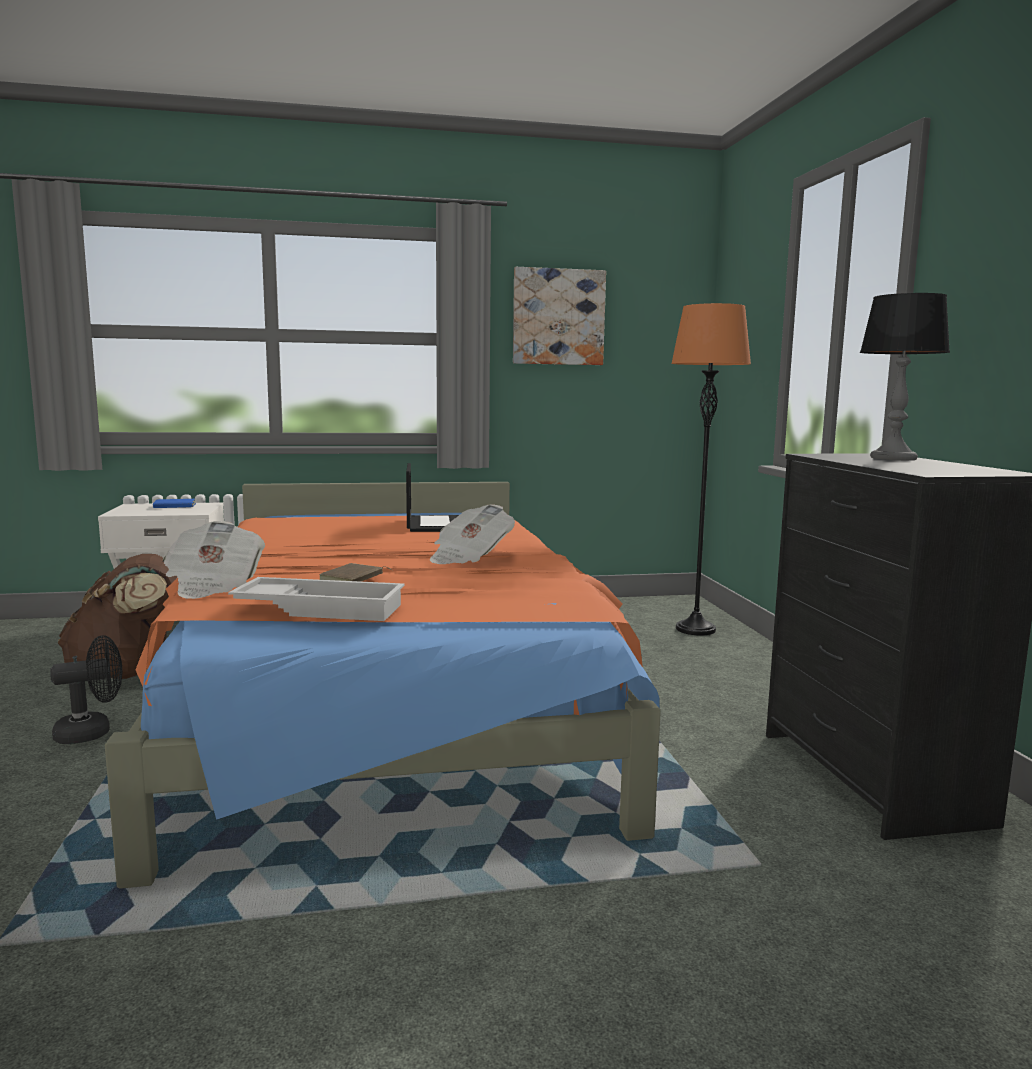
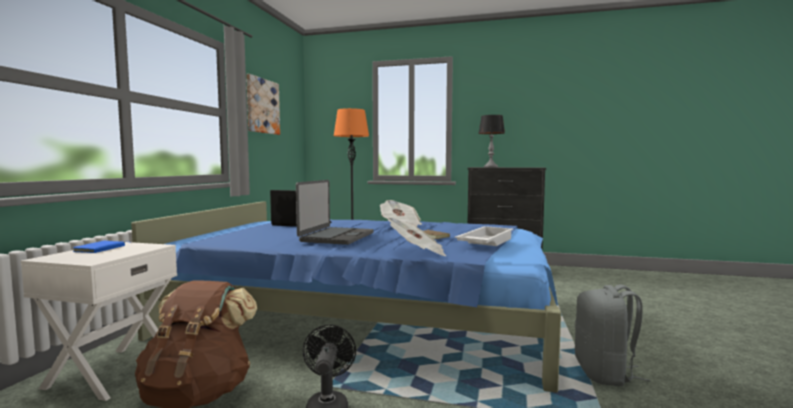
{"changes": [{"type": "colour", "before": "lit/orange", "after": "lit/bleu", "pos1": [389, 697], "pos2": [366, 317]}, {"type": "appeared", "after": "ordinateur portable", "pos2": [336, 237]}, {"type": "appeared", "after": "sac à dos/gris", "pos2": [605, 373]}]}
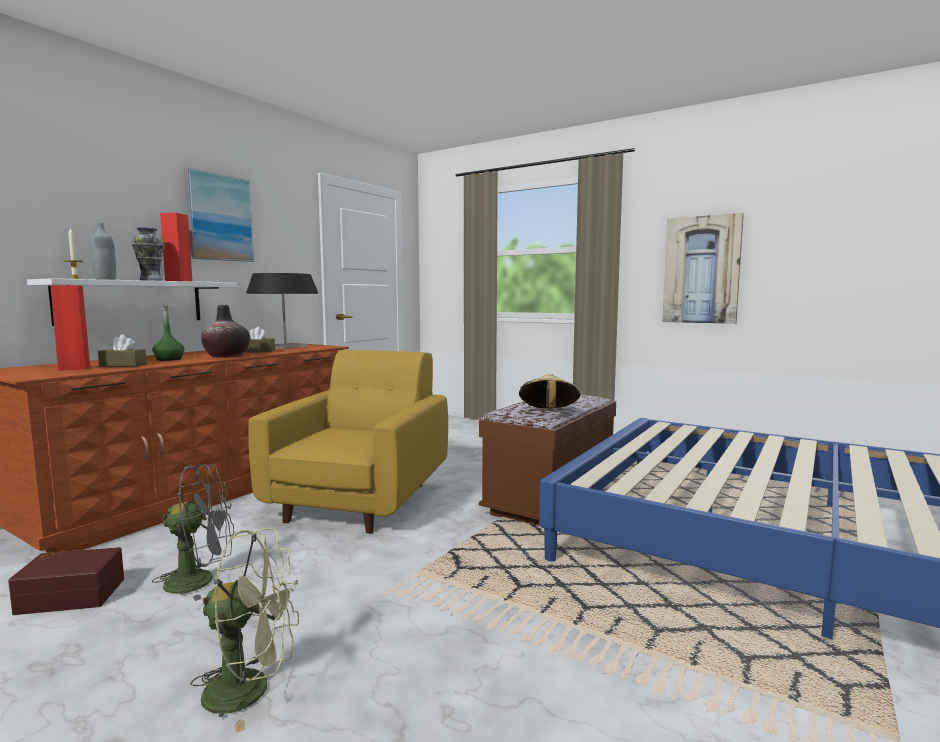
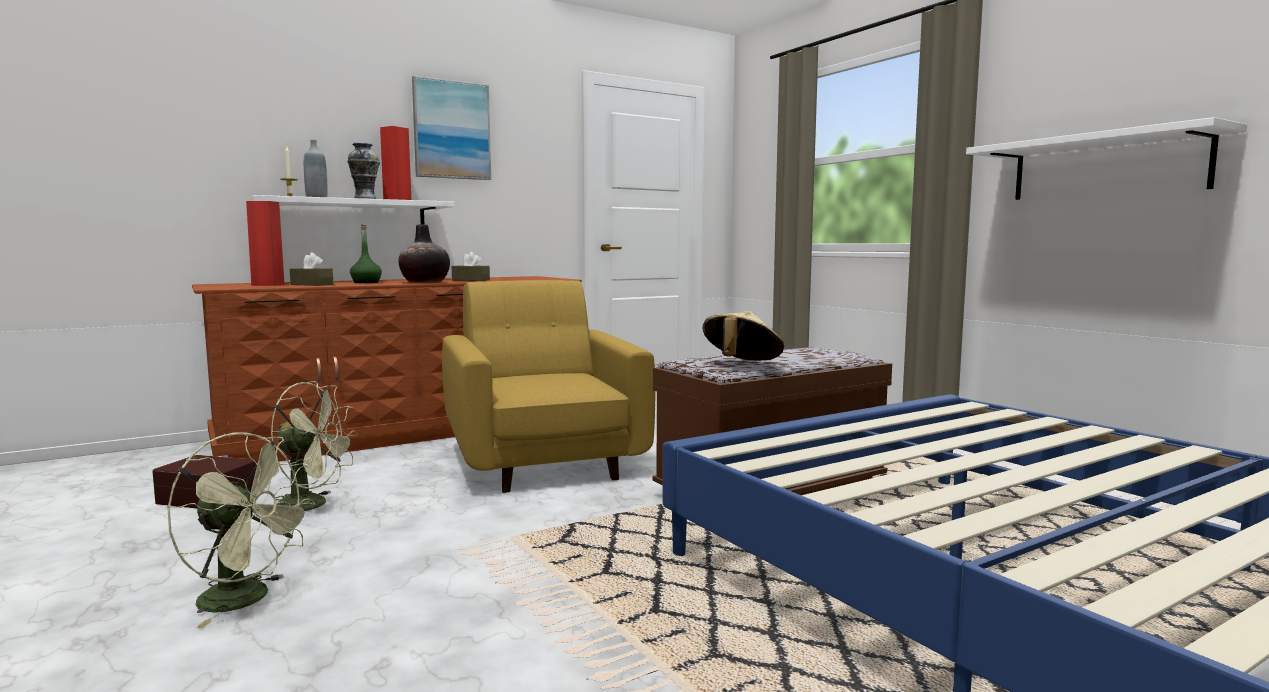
{"changes": [{"type": "exchanged", "before": "tableau", "after": "étagère/blanc", "pos1": [701, 270], "pos2": [1106, 167]}, {"type": "missing", "before": "lampe de table", "pos1": [285, 346]}, {"type": "spun", "before": "fauteuil/jaune", "pos1": [361, 500], "pos2": [542, 460], "turn": -60}, {"type": "colour", "before": "ventilateur/gris", "after": "ventilateur/vert", "pos1": [201, 580], "pos2": [312, 505]}]}
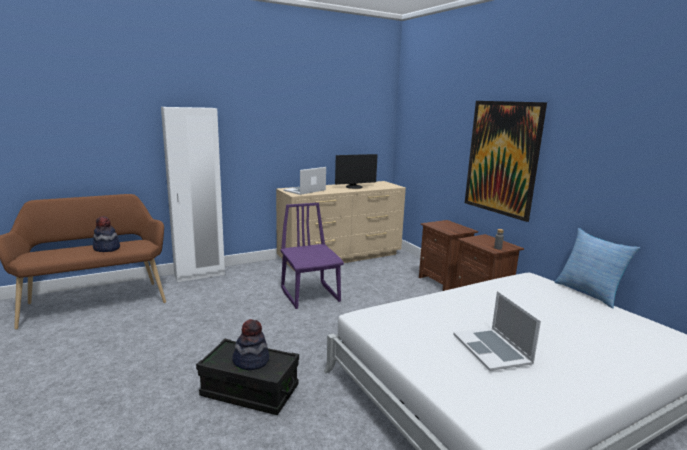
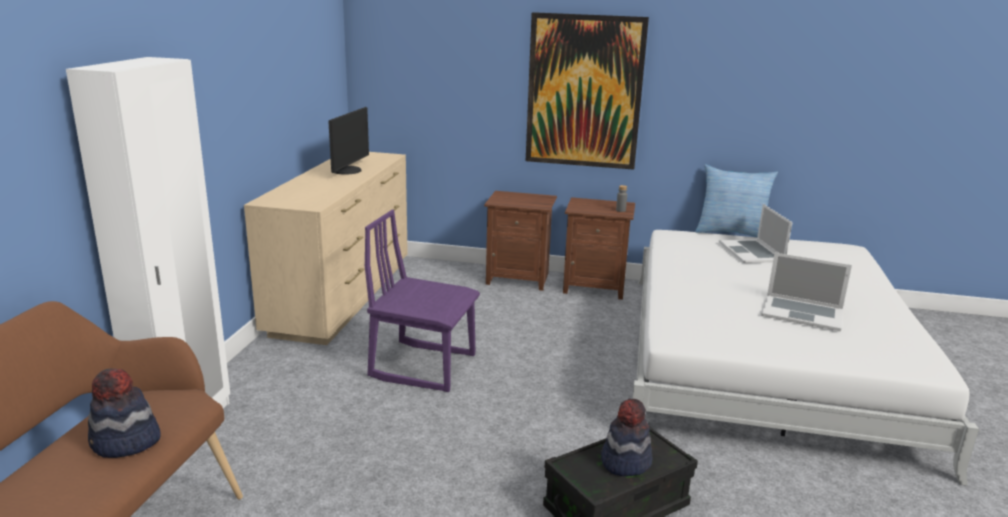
{"changes": [{"type": "relocated", "before": "ordinateur portable", "pos1": [305, 190], "pos2": [751, 251]}]}
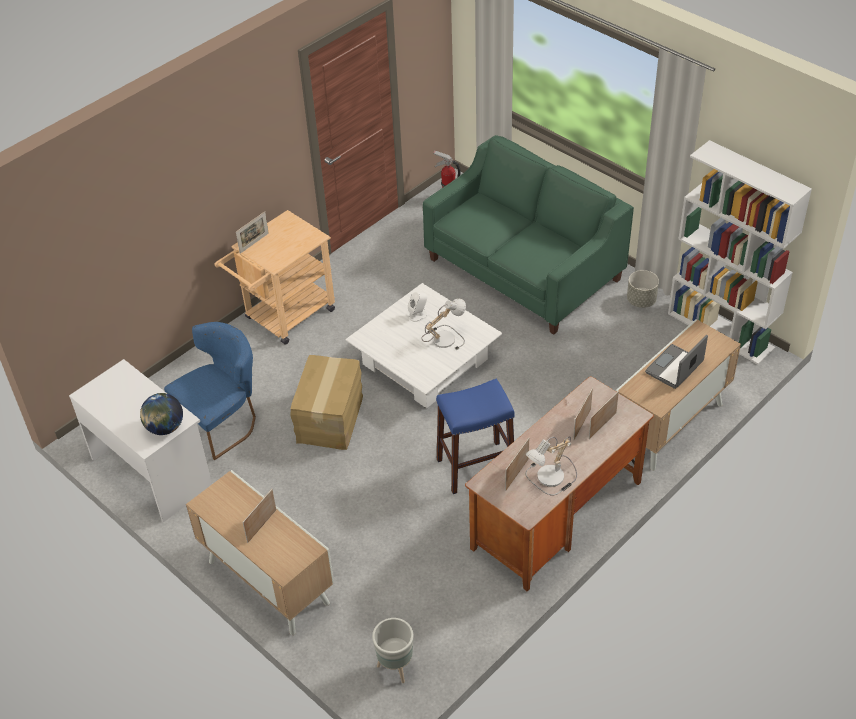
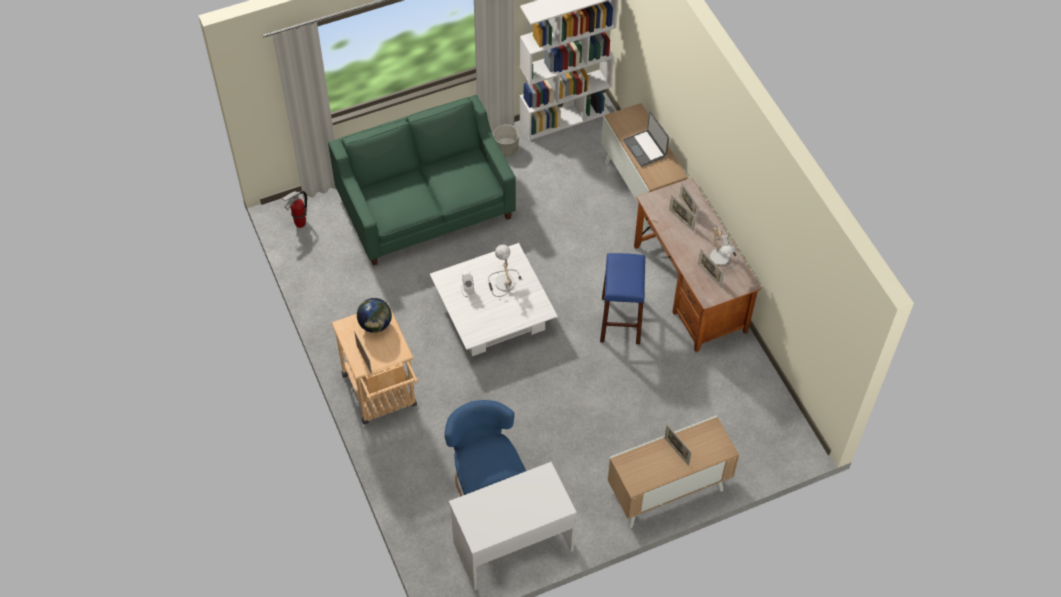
{"changes": [{"type": "missing", "before": "carton", "pos1": [331, 419]}, {"type": "relocated", "before": "globe", "pos1": [165, 428], "pos2": [375, 325]}, {"type": "missing", "before": "cache-pot/gris", "pos1": [395, 668]}]}
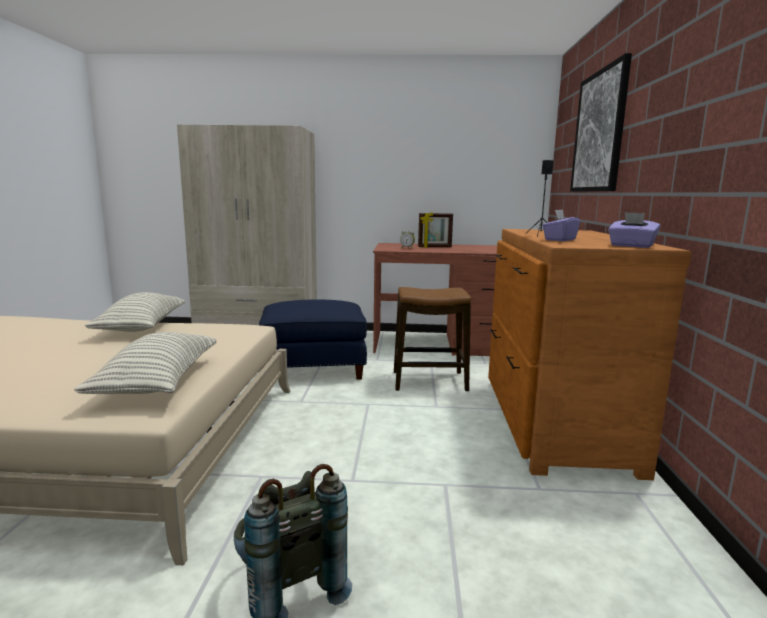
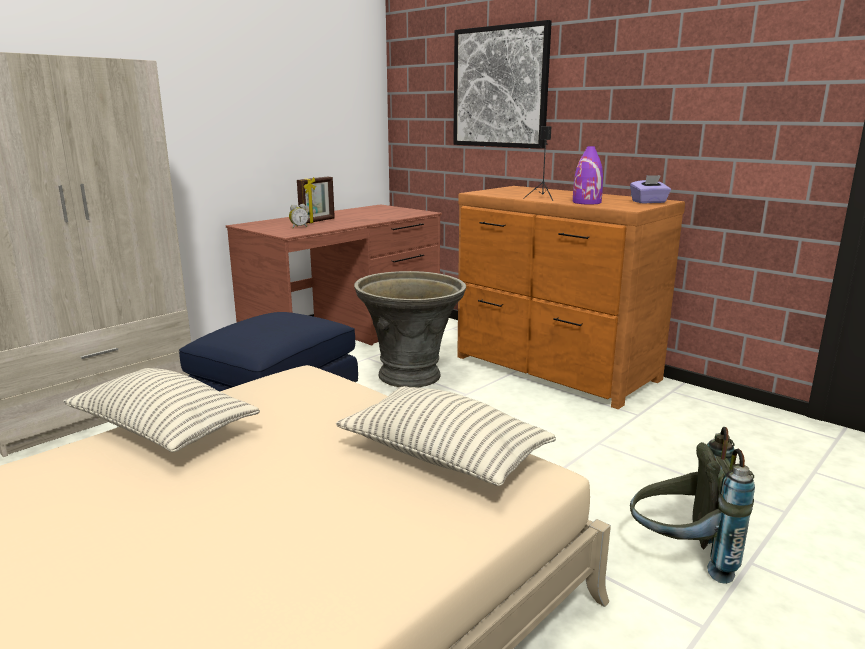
{"changes": [{"type": "exchanged", "before": "boîte à mouchoirs/violet", "after": "vase/violet", "pos1": [559, 240], "pos2": [587, 202]}, {"type": "exchanged", "before": "tabouret", "after": "cache-pot/gris", "pos1": [429, 381], "pos2": [411, 376]}]}
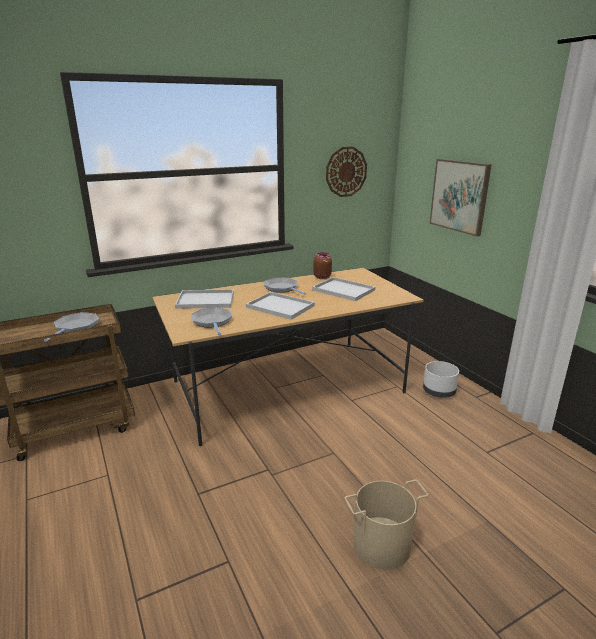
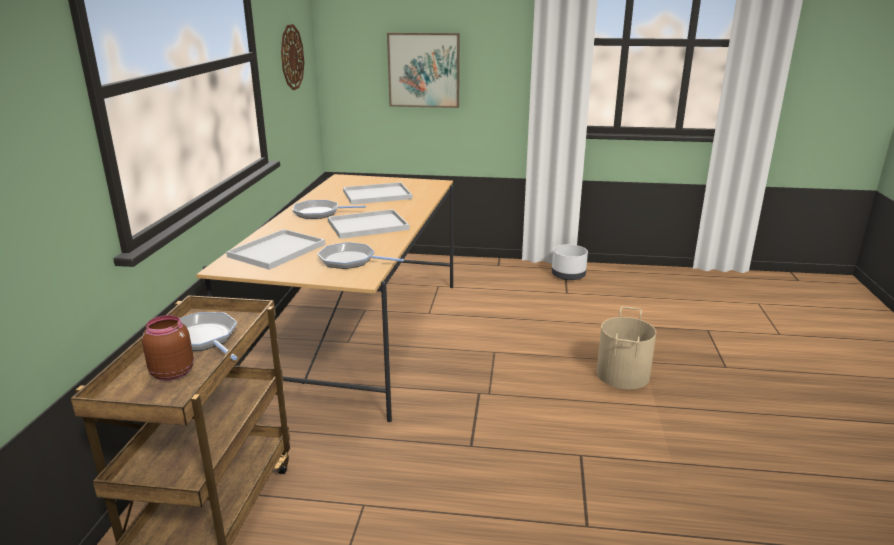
{"changes": [{"type": "relocated", "before": "bocal/marron", "pos1": [322, 277], "pos2": [172, 373]}, {"type": "relocated", "before": "cache-pot/blanc", "pos1": [439, 391], "pos2": [568, 276]}]}
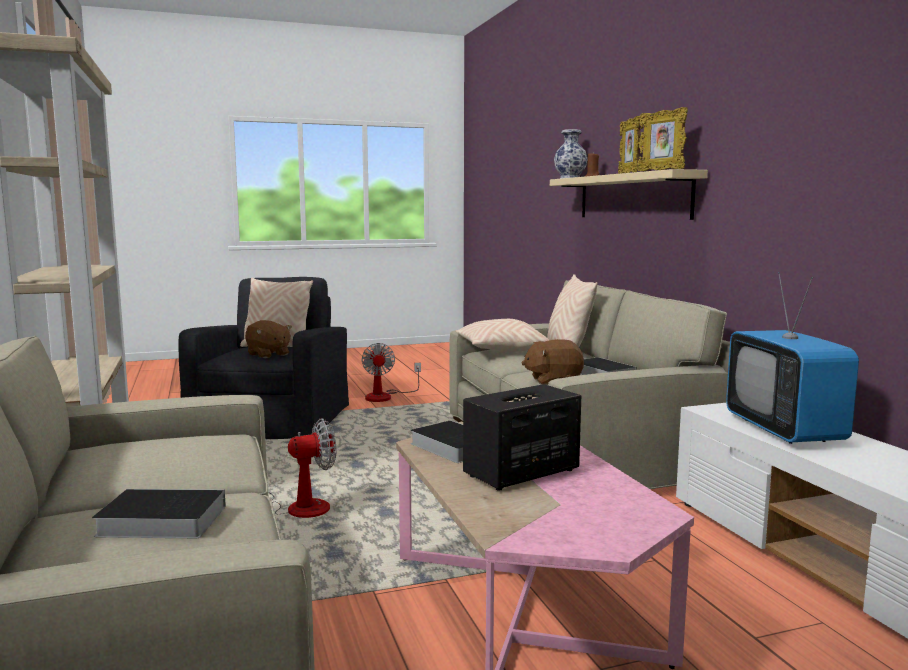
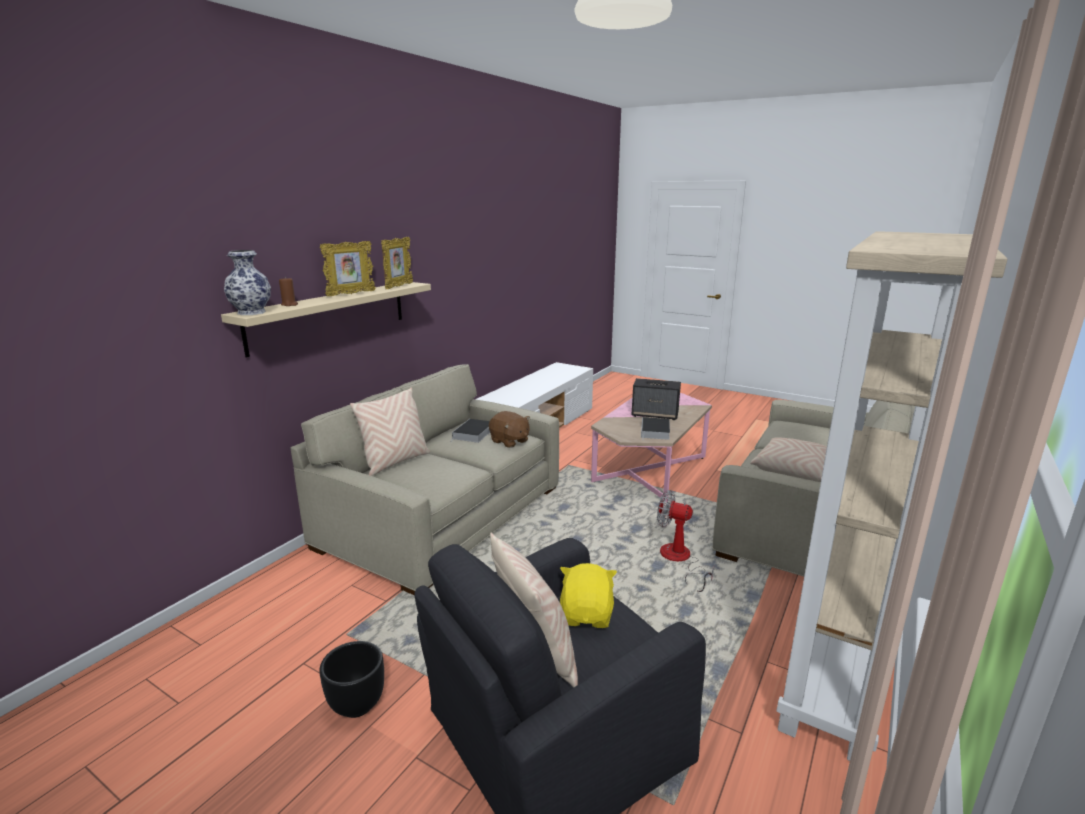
{"changes": [{"type": "missing", "before": "téléviseur", "pos1": [784, 430]}, {"type": "relocated", "before": "coussin/beige", "pos1": [500, 351], "pos2": [796, 472]}, {"type": "colour", "before": "peluche/marron", "after": "peluche/jaune", "pos1": [268, 354], "pos2": [587, 615]}, {"type": "exchanged", "before": "ventilateur", "after": "cache-pot/noir", "pos1": [385, 396], "pos2": [356, 705]}, {"type": "missing", "before": "livre", "pos1": [158, 521]}]}
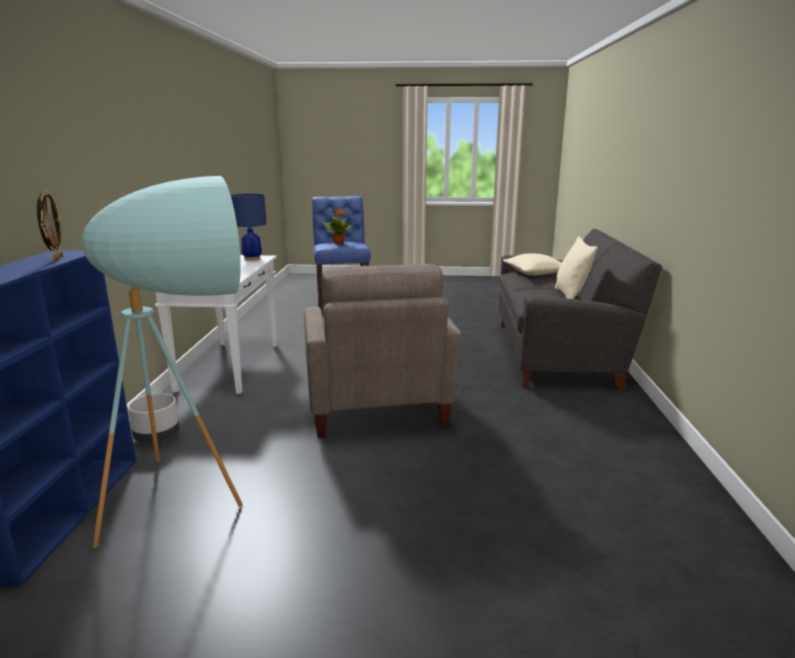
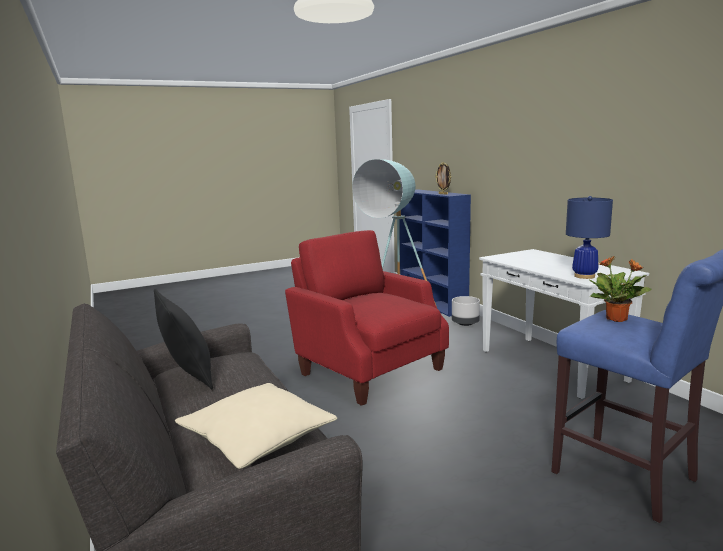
{"changes": [{"type": "colour", "before": "coussin/beige", "after": "coussin/noir", "pos1": [571, 295], "pos2": [188, 376]}, {"type": "colour", "before": "fauteuil/beige", "after": "fauteuil/rouge", "pos1": [376, 409], "pos2": [368, 370]}]}
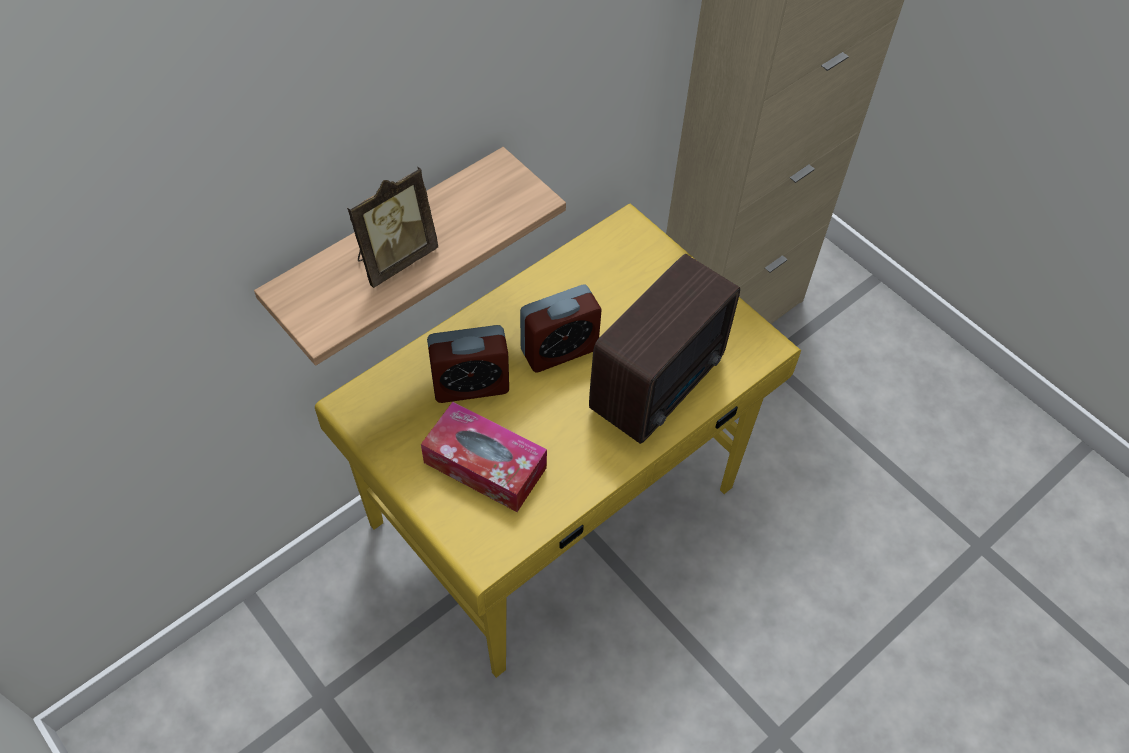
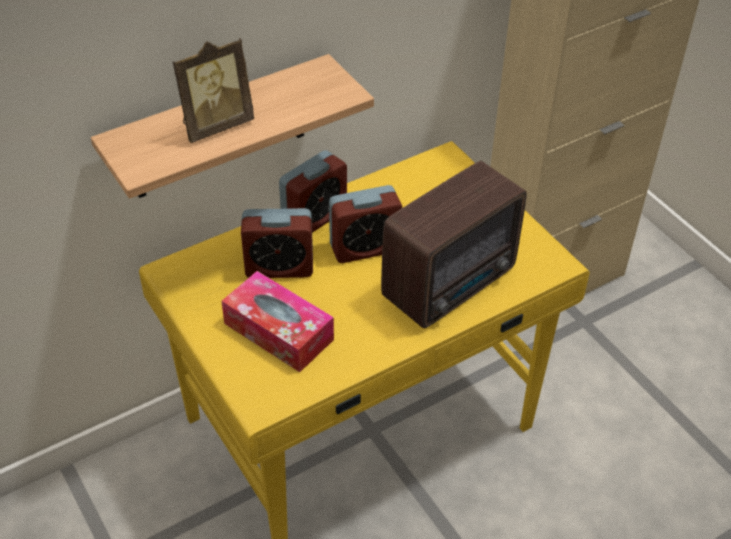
{"changes": [{"type": "appeared", "after": "réveil", "pos2": [314, 218]}]}
